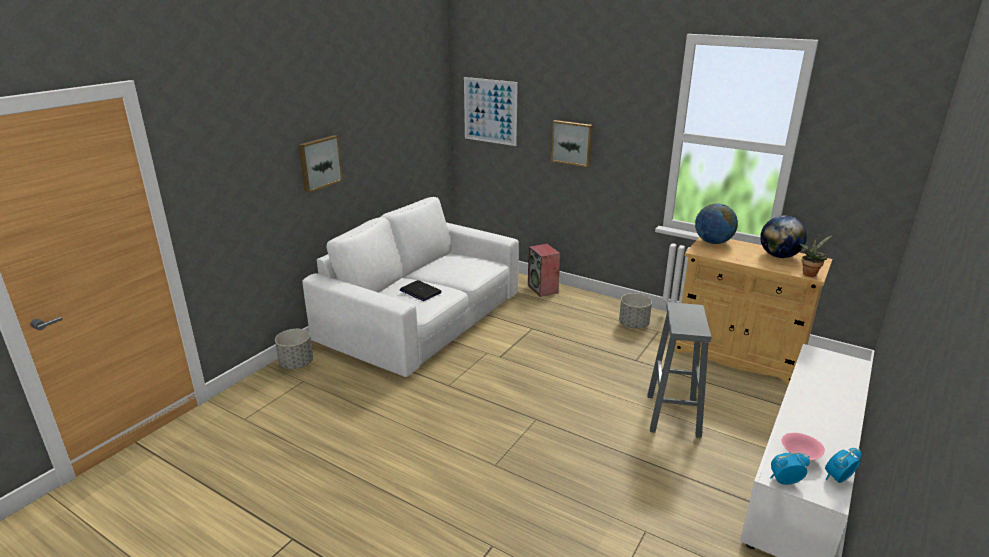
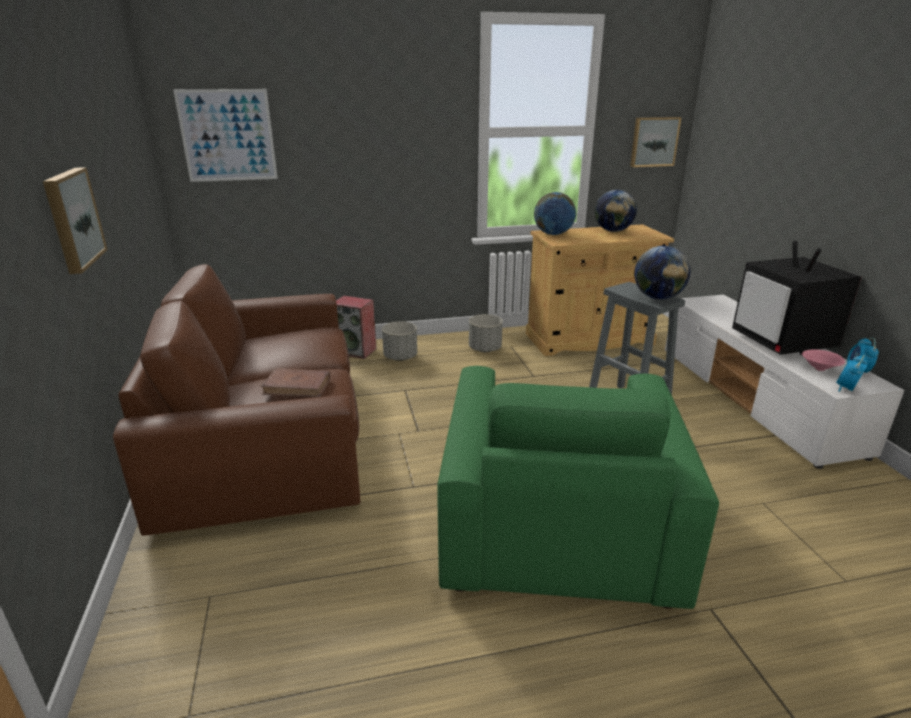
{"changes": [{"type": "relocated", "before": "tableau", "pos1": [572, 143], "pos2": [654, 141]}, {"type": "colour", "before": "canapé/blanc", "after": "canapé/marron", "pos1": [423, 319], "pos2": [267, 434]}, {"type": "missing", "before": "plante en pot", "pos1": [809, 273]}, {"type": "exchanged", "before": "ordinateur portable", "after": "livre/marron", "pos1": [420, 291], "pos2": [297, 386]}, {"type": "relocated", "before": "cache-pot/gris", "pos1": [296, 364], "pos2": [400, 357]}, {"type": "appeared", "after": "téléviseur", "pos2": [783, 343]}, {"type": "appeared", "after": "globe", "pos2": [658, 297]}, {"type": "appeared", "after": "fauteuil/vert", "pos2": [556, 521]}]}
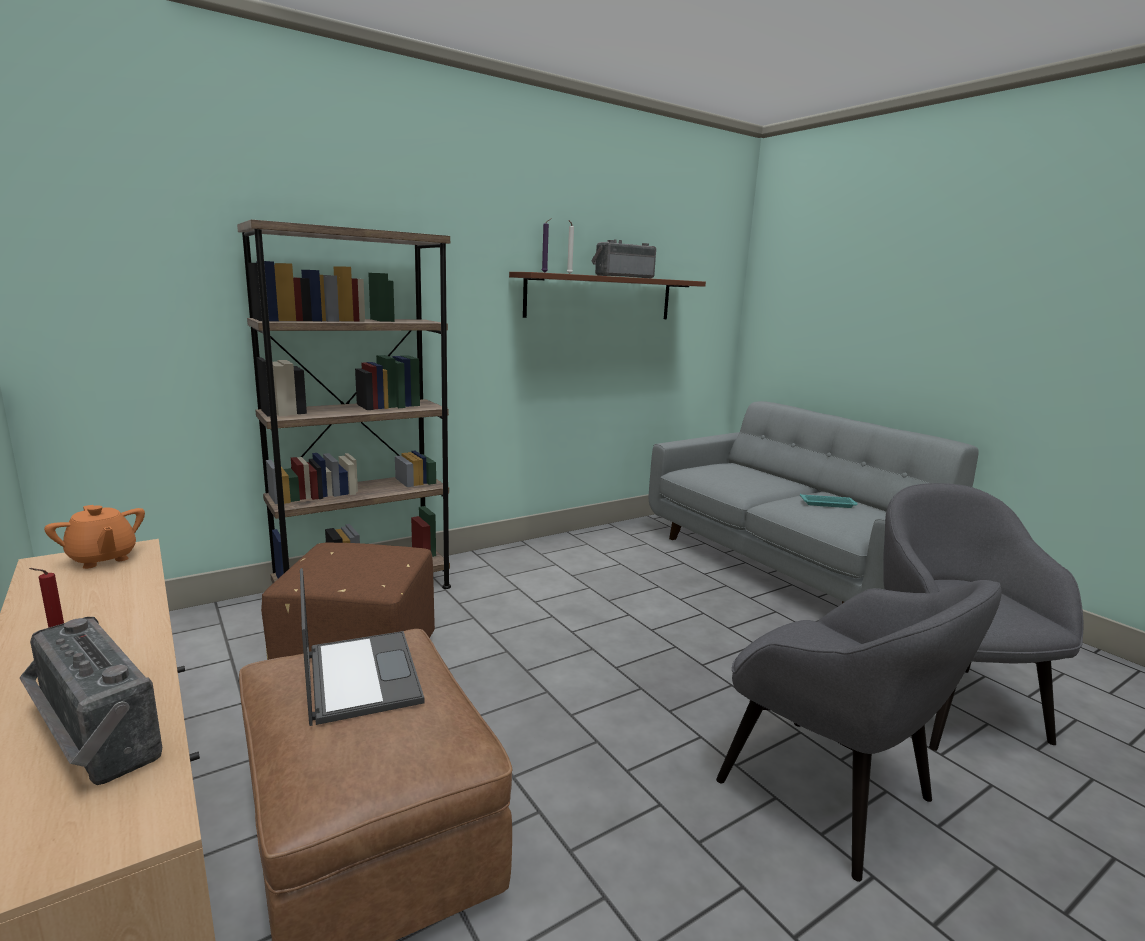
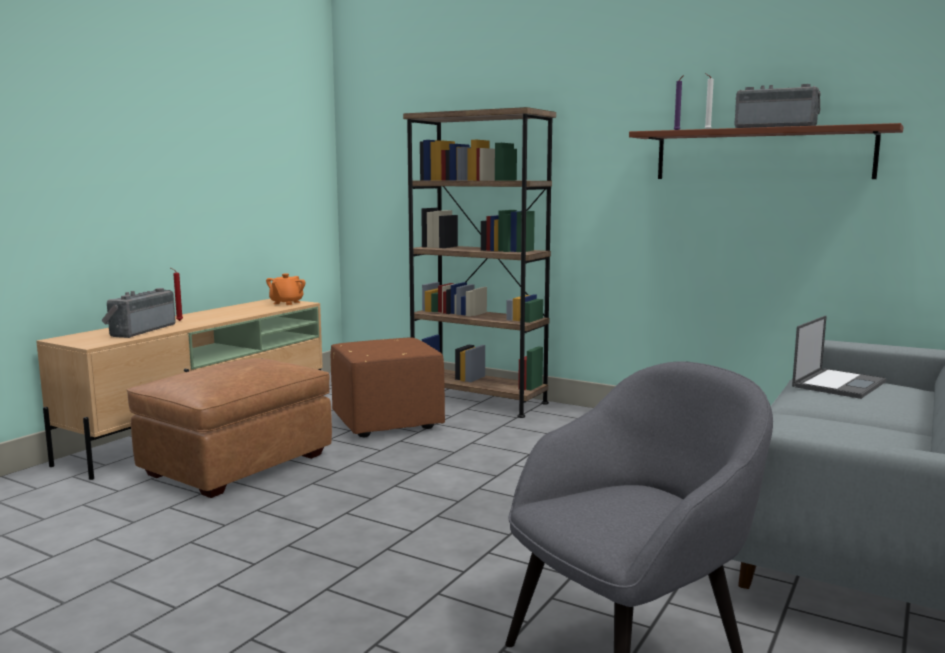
{"changes": [{"type": "missing", "before": "plateau/turquoise", "pos1": [828, 504]}, {"type": "relocated", "before": "ordinateur portable", "pos1": [360, 675], "pos2": [839, 384]}, {"type": "missing", "before": "fauteuil/gris", "pos1": [828, 793]}]}
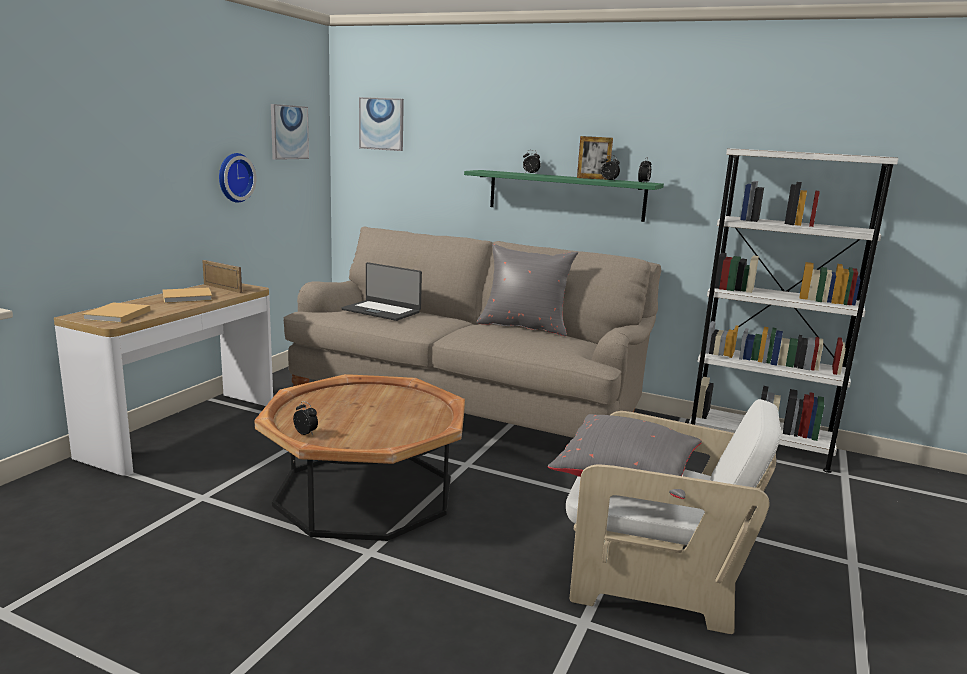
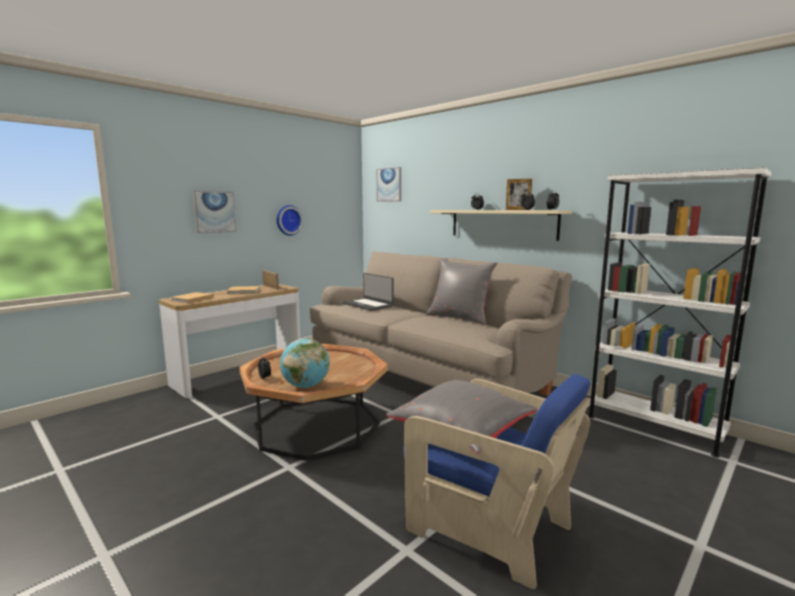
{"changes": [{"type": "relocated", "before": "tableau", "pos1": [289, 132], "pos2": [214, 212]}, {"type": "colour", "before": "étagère/vert", "after": "étagère/beige", "pos1": [565, 195], "pos2": [502, 224]}, {"type": "colour", "before": "fauteuil/blanc", "after": "fauteuil/bleu", "pos1": [653, 580], "pos2": [488, 525]}, {"type": "appeared", "after": "globe", "pos2": [305, 386]}]}
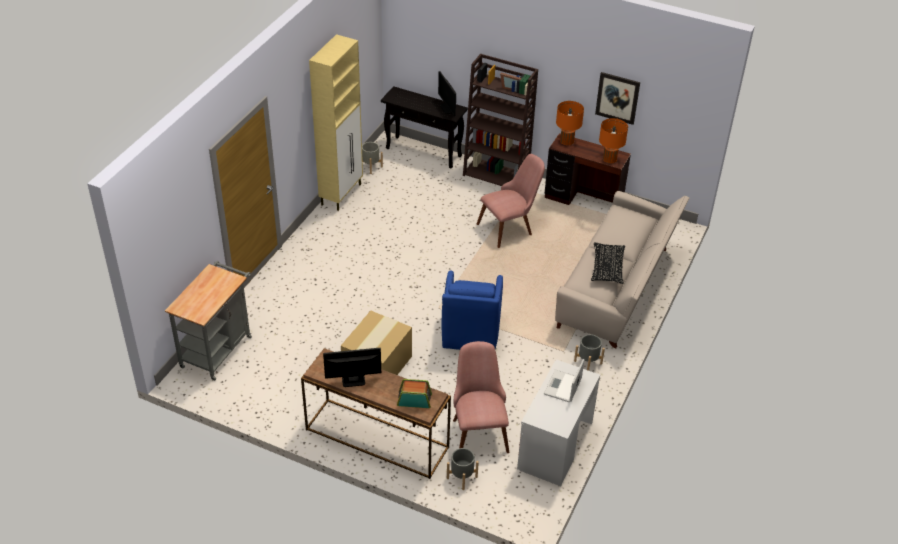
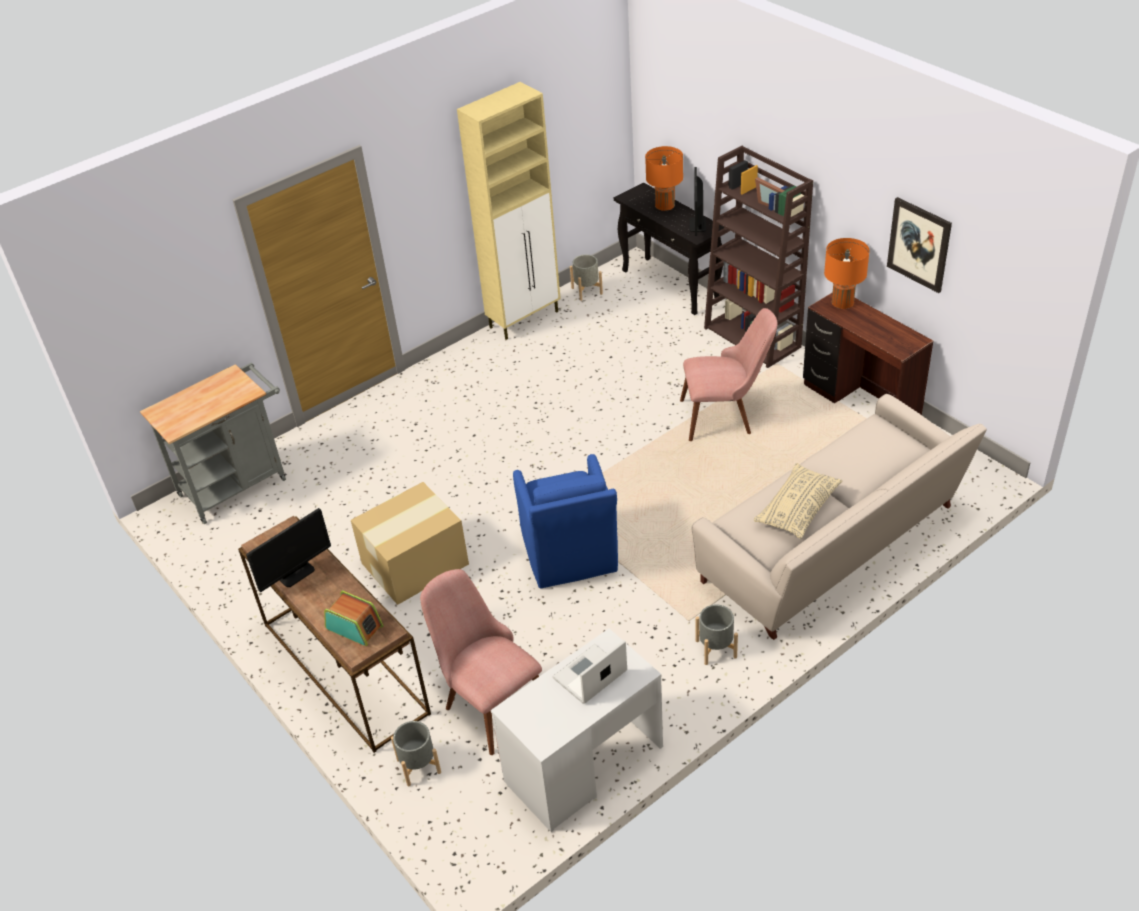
{"changes": [{"type": "relocated", "before": "lampe de table/orange", "pos1": [609, 159], "pos2": [665, 205]}, {"type": "colour", "before": "coussin/noir", "after": "coussin/beige", "pos1": [607, 268], "pos2": [797, 509]}, {"type": "spun", "before": "fauteuil/bleu", "pos1": [470, 333], "pos2": [569, 555], "turn": -45}, {"type": "spun", "before": "chaise/rose", "pos1": [478, 429], "pos2": [489, 700], "turn": -60}, {"type": "spun", "before": "écran d'ordinateur", "pos1": [353, 381], "pos2": [296, 573], "turn": 120}]}
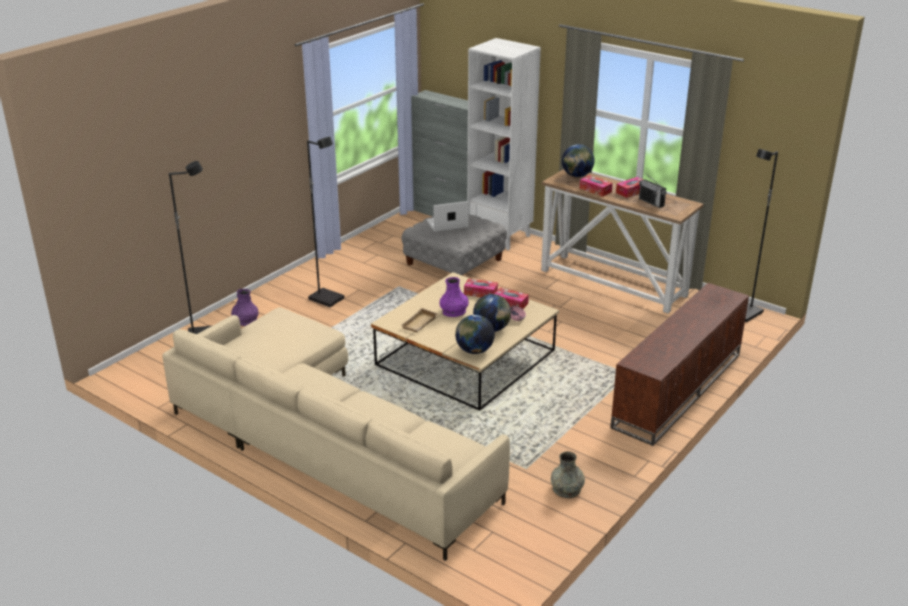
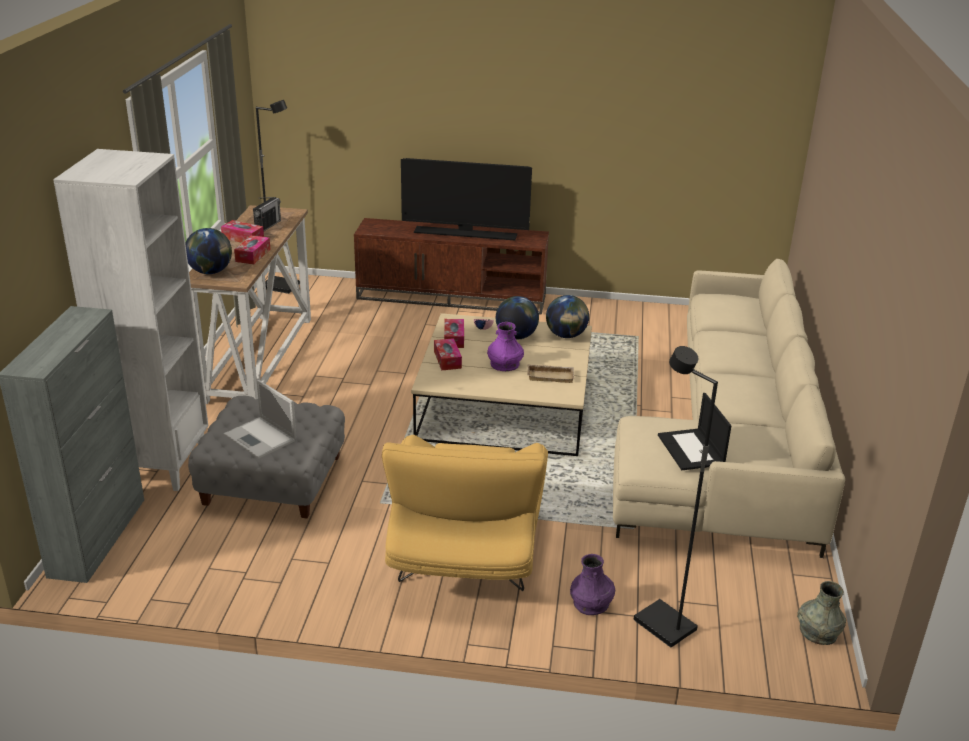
{"changes": [{"type": "exchanged", "before": "lampadaire/noir", "after": "fauteuil/jaune", "pos1": [327, 299], "pos2": [465, 552]}, {"type": "relocated", "before": "vase/gris", "pos1": [566, 489], "pos2": [818, 632]}, {"type": "appeared", "after": "téléviseur", "pos2": [466, 233]}, {"type": "appeared", "after": "ordinateur portable", "pos2": [691, 450]}]}
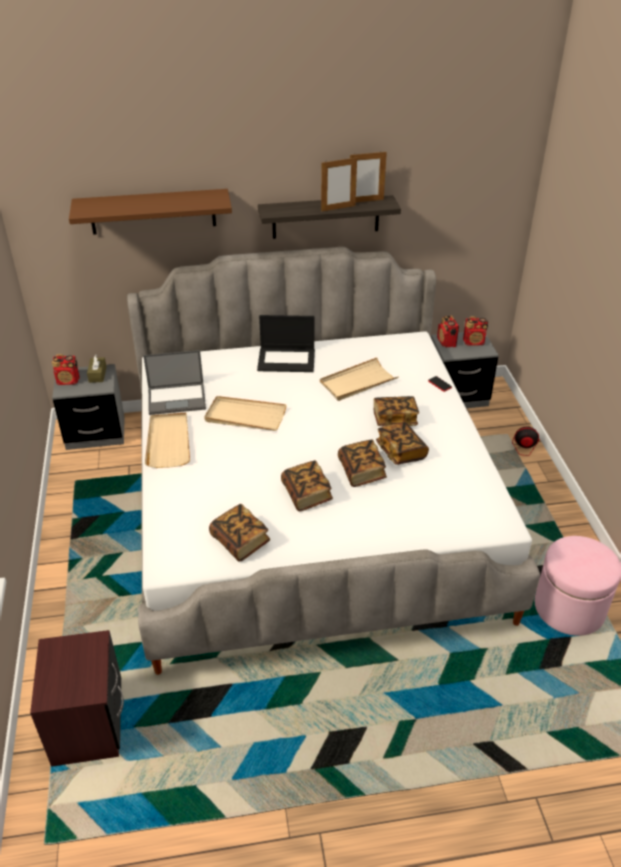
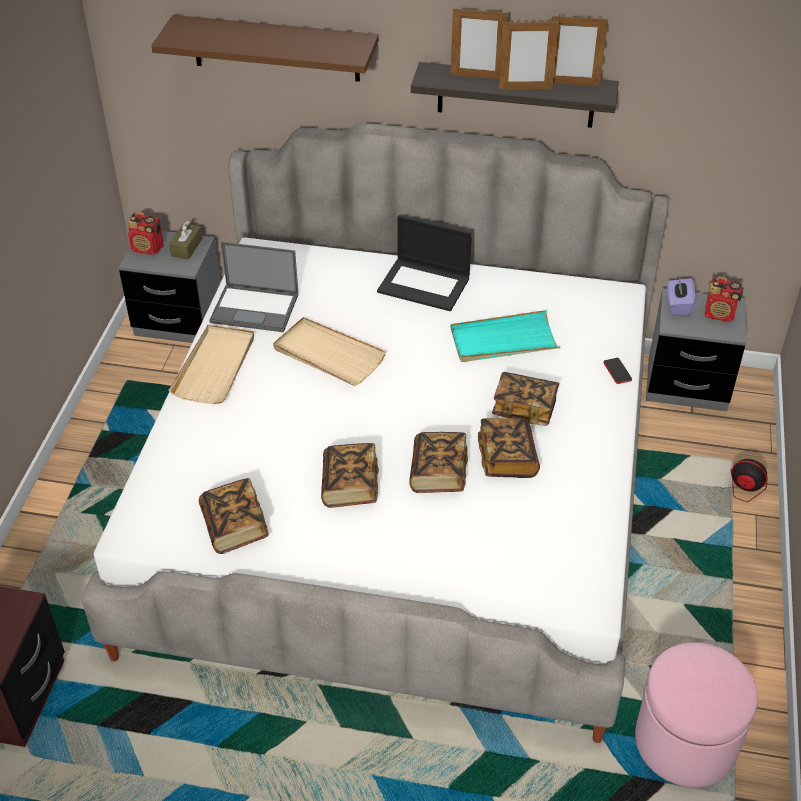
{"changes": [{"type": "exchanged", "before": "radio", "after": "boîte à mouchoirs/violet", "pos1": [446, 342], "pos2": [678, 306]}, {"type": "colour", "before": "plateau/beige", "after": "plateau/turquoise", "pos1": [357, 382], "pos2": [503, 340]}, {"type": "appeared", "after": "cadre photo", "pos2": [477, 77]}]}
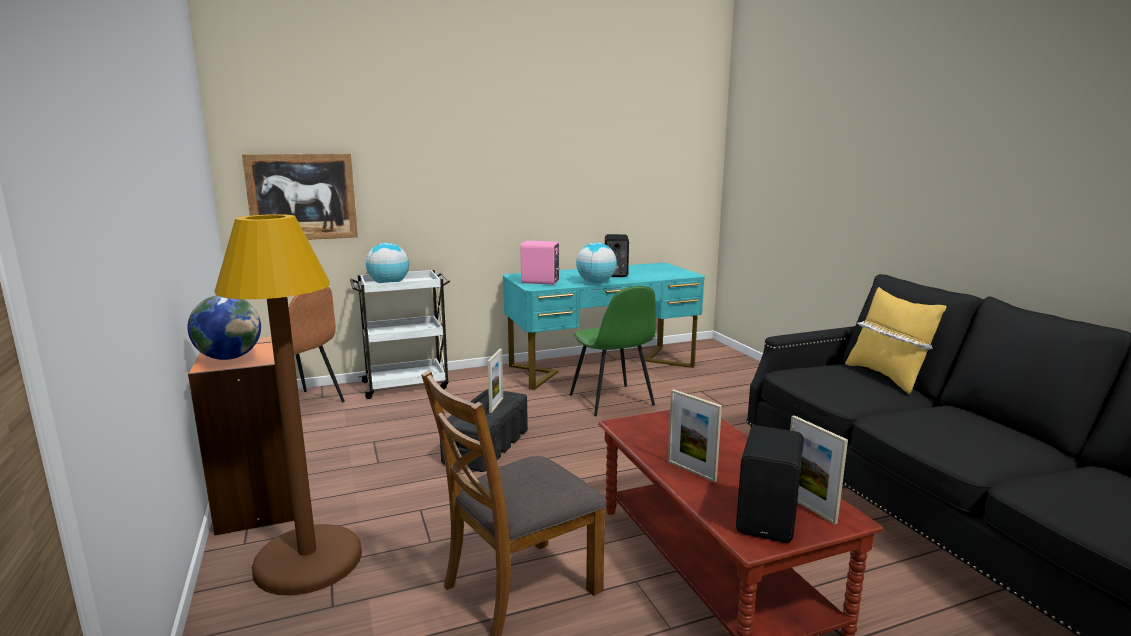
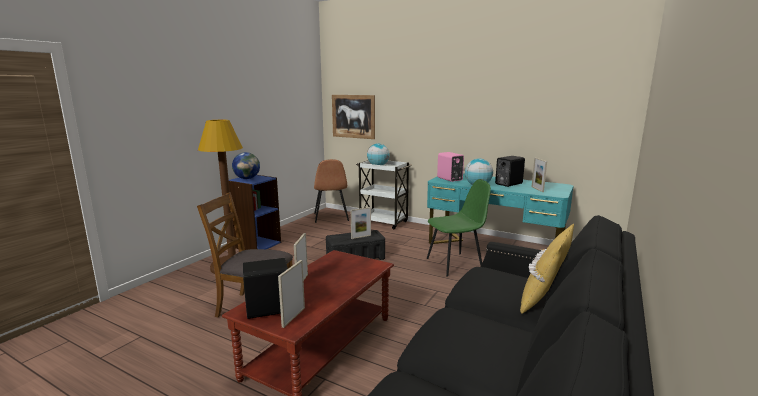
{"changes": [{"type": "spun", "before": "chaise/vert", "pos1": [612, 401], "pos2": [455, 264], "turn": -135}, {"type": "colour", "before": "bibliothèque/orange", "after": "bibliothèque/bleu", "pos1": [260, 506], "pos2": [256, 244]}, {"type": "appeared", "after": "cadre photo", "pos2": [537, 189]}]}
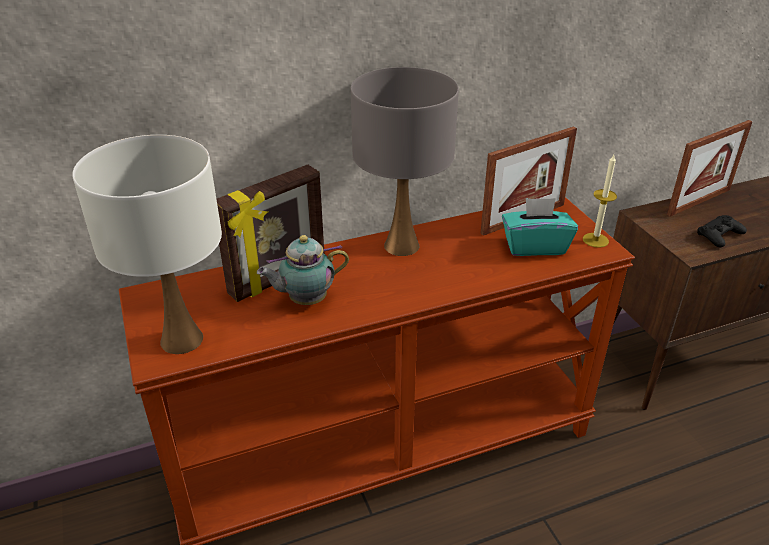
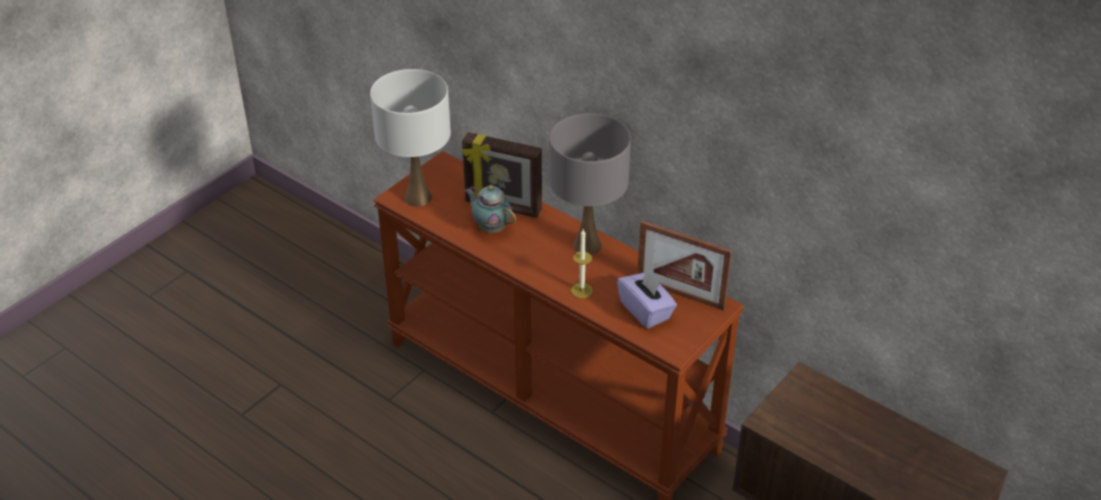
{"changes": [{"type": "missing", "before": "cadre photo", "pos1": [699, 202]}, {"type": "relocated", "before": "bougie", "pos1": [595, 240], "pos2": [581, 290]}, {"type": "colour", "before": "boîte à mouchoirs/turquoise", "after": "boîte à mouchoirs/violet", "pos1": [535, 246], "pos2": [646, 311]}, {"type": "missing", "before": "manette/noir", "pos1": [720, 235]}]}
